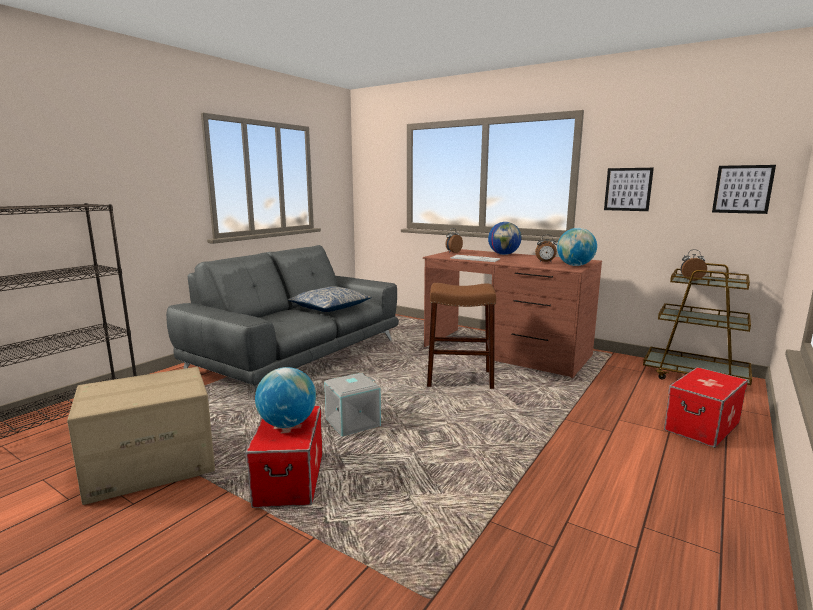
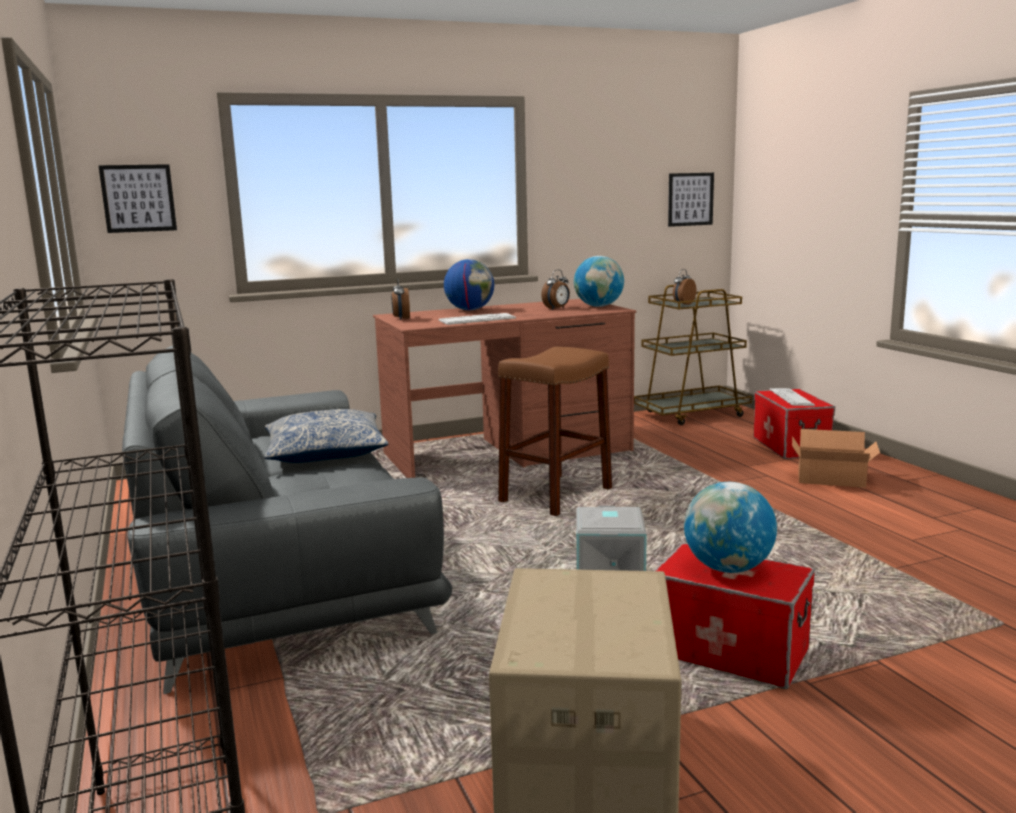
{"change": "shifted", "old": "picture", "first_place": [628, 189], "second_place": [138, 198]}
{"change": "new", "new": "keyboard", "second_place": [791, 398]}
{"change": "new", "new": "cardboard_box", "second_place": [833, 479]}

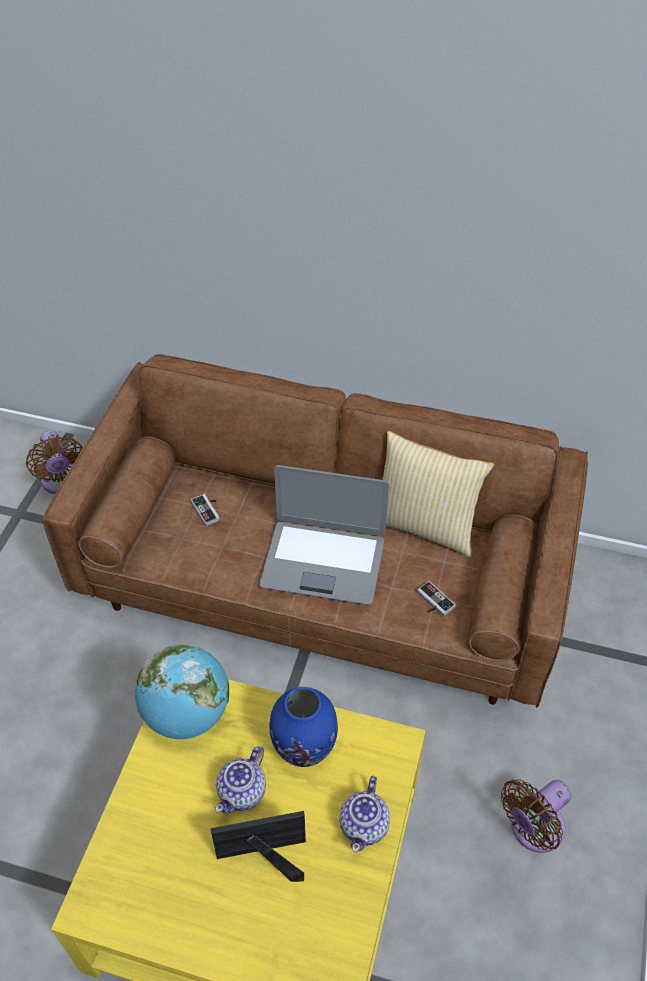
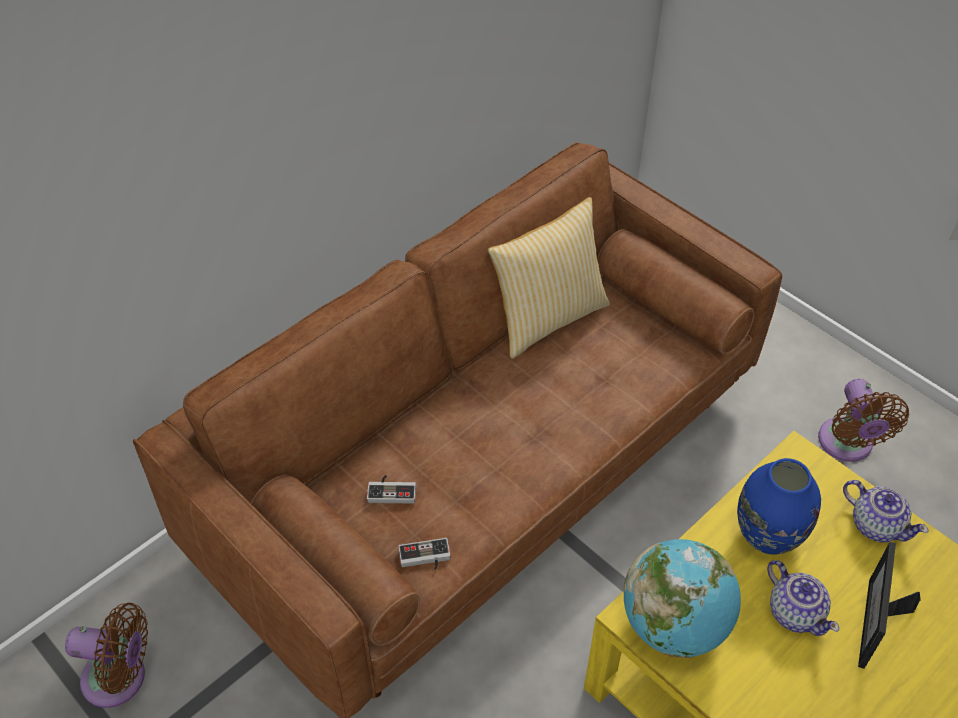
{"change": "gone", "old": "laptop", "first_place": [323, 562]}
{"change": "shifted", "old": "game_controller", "first_place": [432, 602], "second_place": [425, 559]}

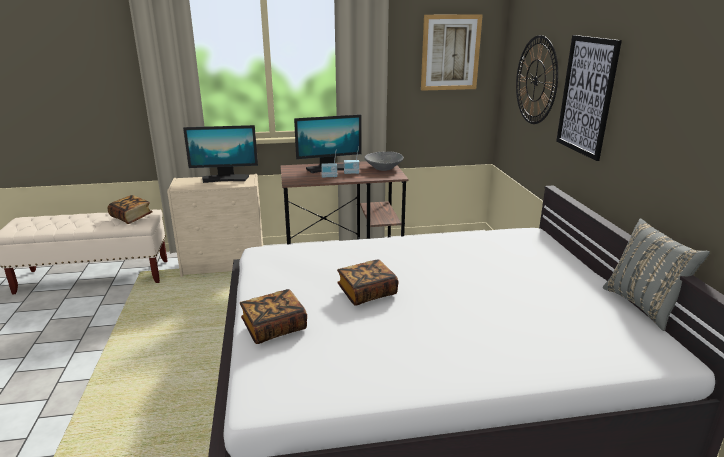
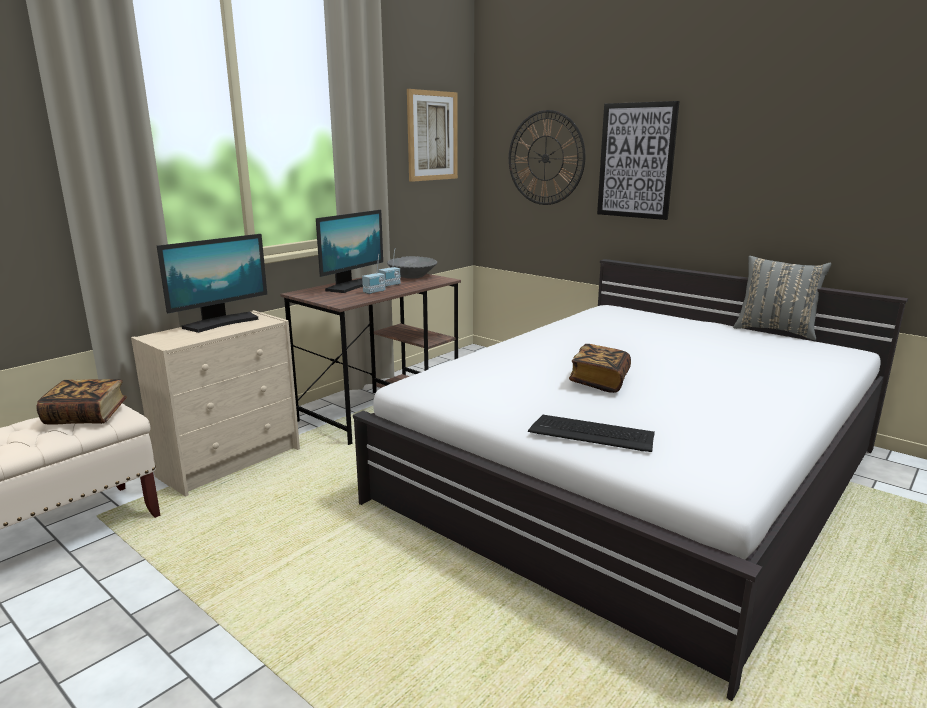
{"change": "swapped", "old": "book", "new": "keyboard", "first_place": [274, 328], "second_place": [592, 434]}

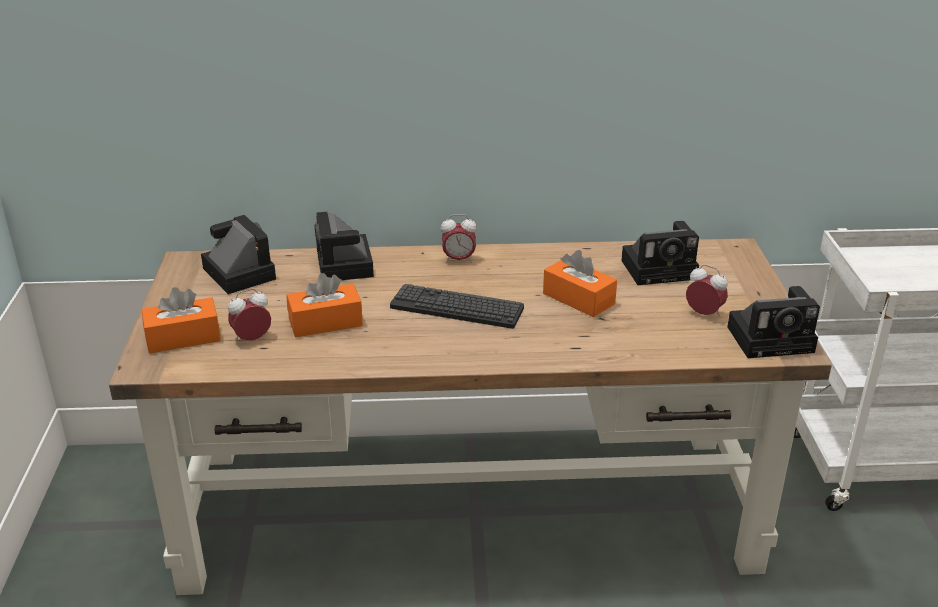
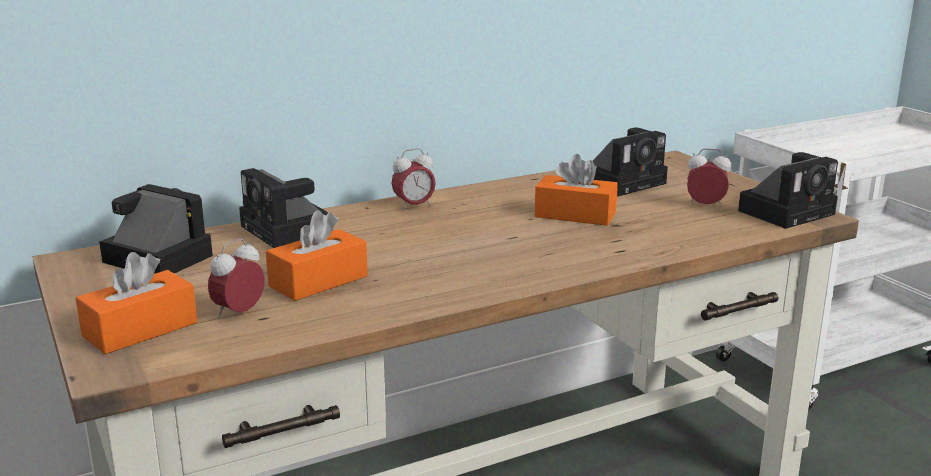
{"change": "gone", "old": "keyboard", "first_place": [456, 308]}

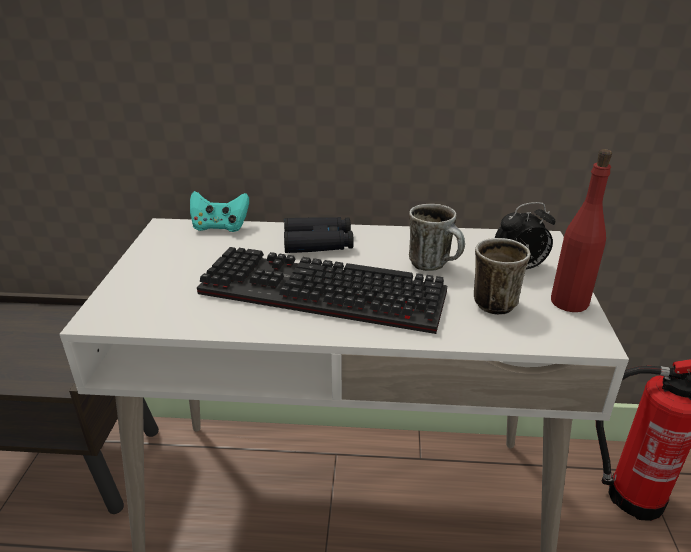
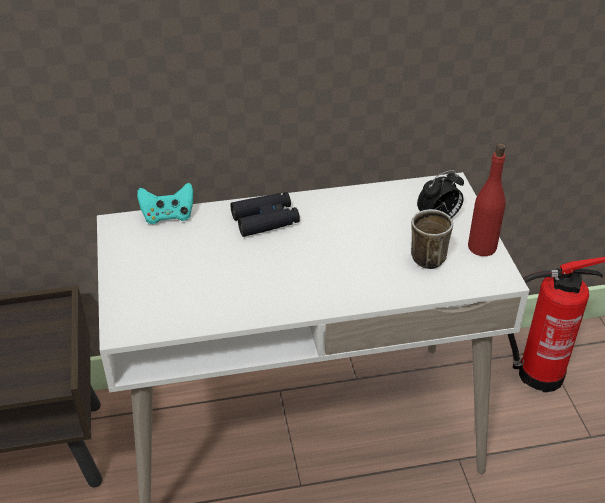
{"change": "gone", "old": "keyboard", "first_place": [316, 295]}
{"change": "gone", "old": "mug", "first_place": [435, 265]}

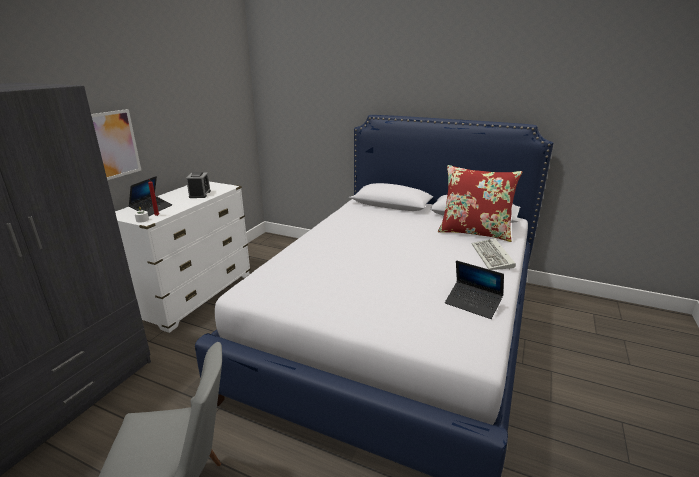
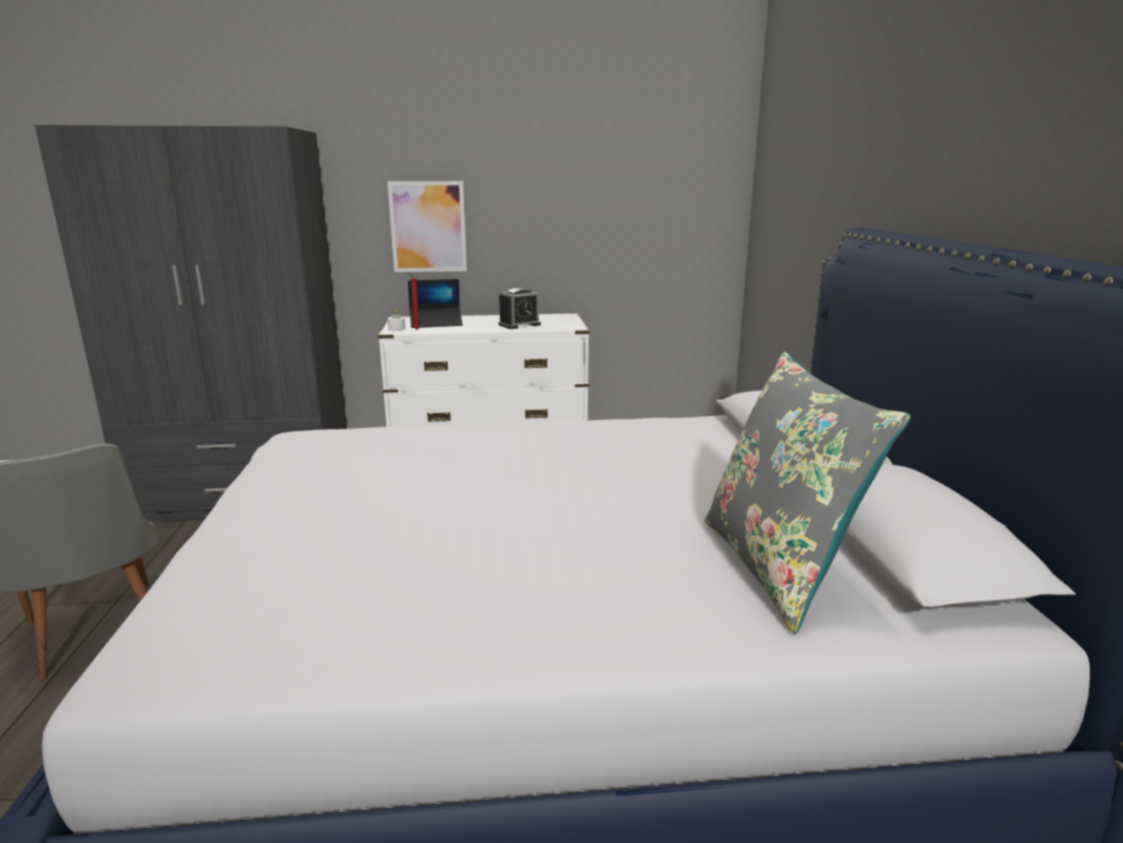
{"change": "repainted", "old": "red_pillow", "new": "grey_pillow", "first_place": [474, 232], "second_place": [778, 567]}
{"change": "gone", "old": "laptop", "first_place": [473, 304]}
{"change": "gone", "old": "keyboard", "first_place": [493, 257]}

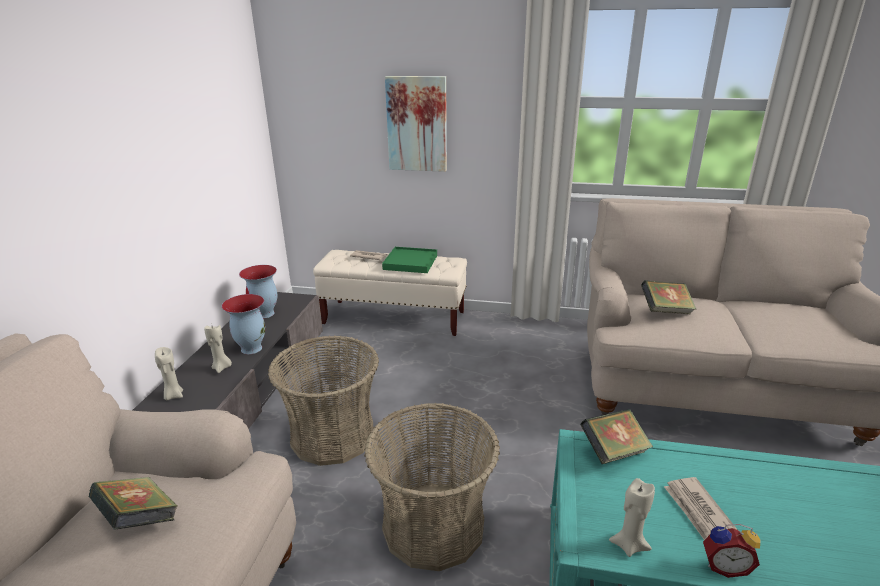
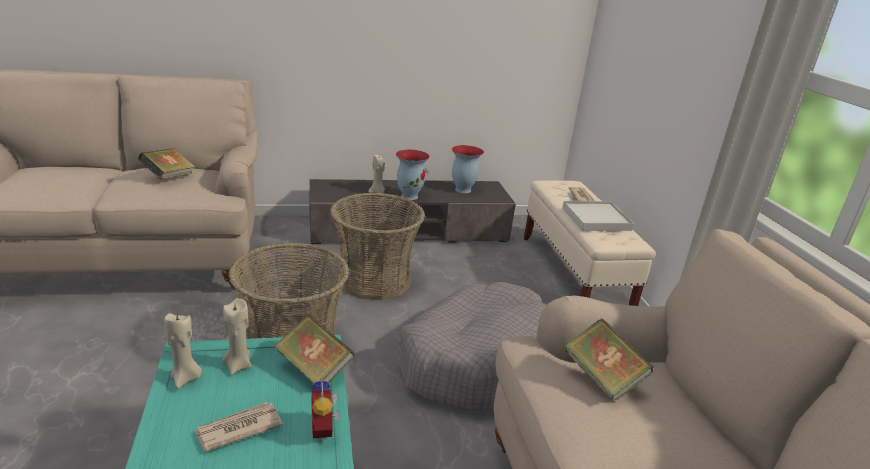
{"change": "shifted", "old": "beige_candle", "first_place": [173, 395], "second_place": [238, 365]}
{"change": "repainted", "old": "green_tray", "new": "white_tray", "first_place": [410, 262], "second_place": [596, 219]}
{"change": "gone", "old": "picture", "first_place": [417, 124]}
{"change": "shifted", "old": "alarm_clock", "first_place": [724, 566], "second_place": [325, 430]}
{"change": "new", "new": "grey_dog_bed", "second_place": [477, 360]}

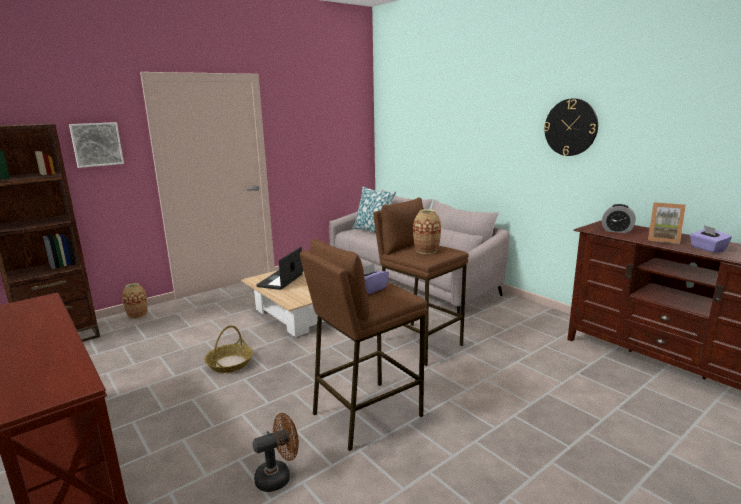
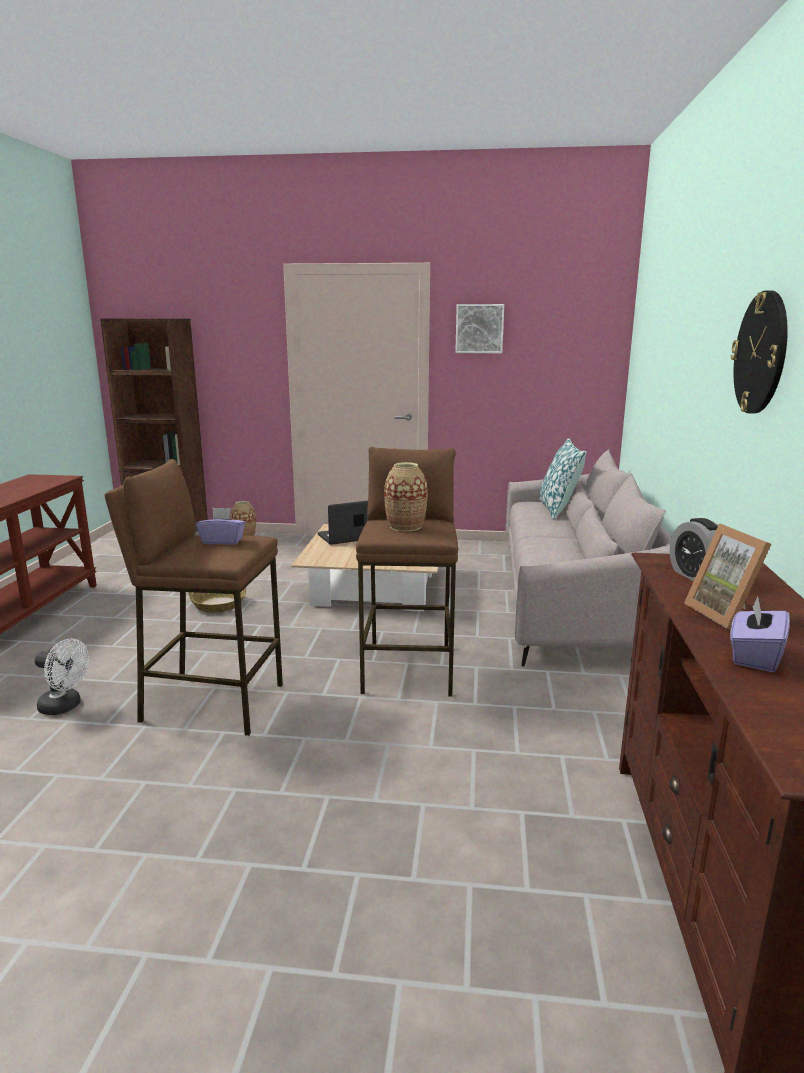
{"change": "shifted", "old": "picture", "first_place": [96, 144], "second_place": [479, 328]}
{"change": "repainted", "old": "brown_fan", "new": "white_fan", "first_place": [278, 476], "second_place": [65, 707]}

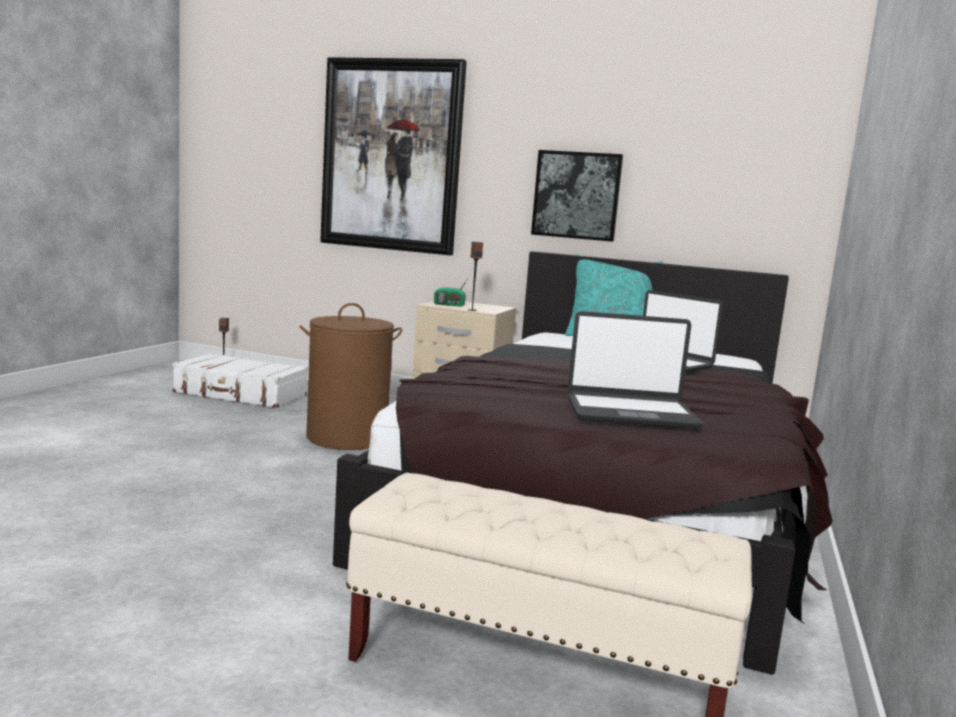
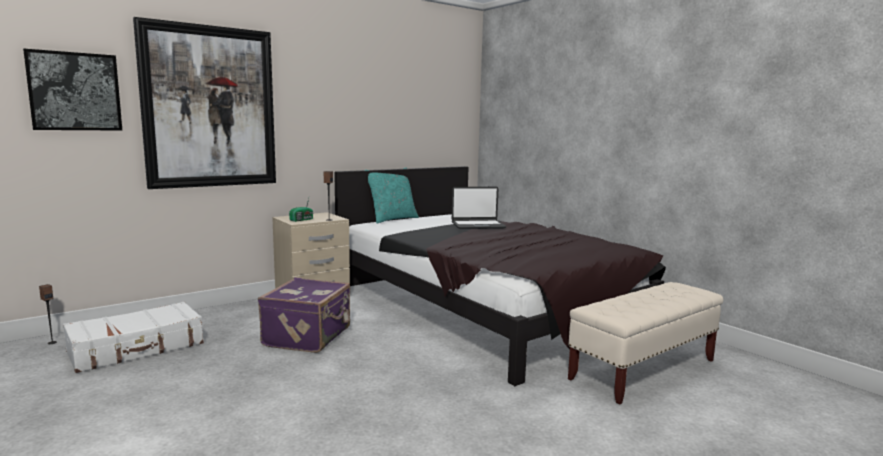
{"change": "swapped", "old": "brown_laundry_basket", "new": "purple_suitcase", "first_place": [347, 437], "second_place": [309, 337]}
{"change": "shifted", "old": "picture", "first_place": [576, 195], "second_place": [75, 91]}
{"change": "gone", "old": "laptop", "first_place": [630, 412]}

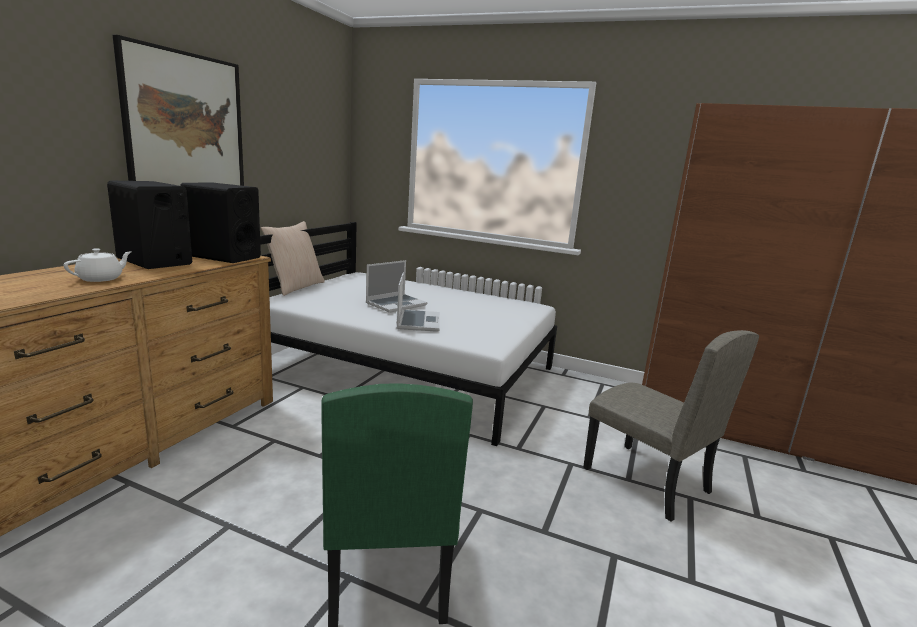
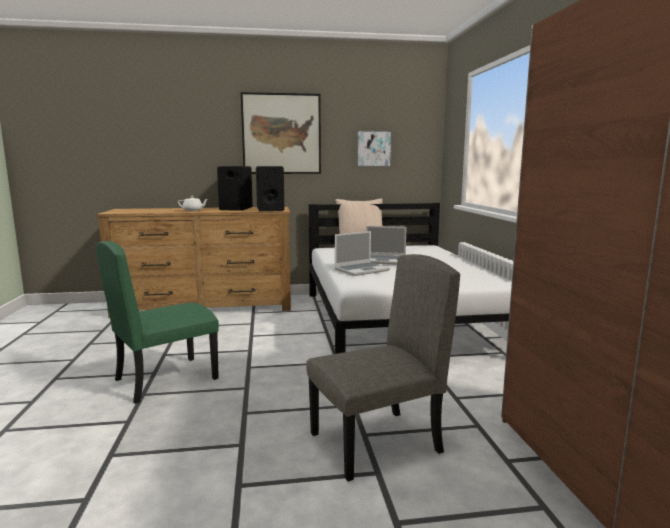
{"change": "rotated", "old": "beige_chair", "first_place": [645, 480], "second_place": [376, 443], "degrees": -135}
{"change": "new", "new": "picture", "second_place": [373, 148]}

